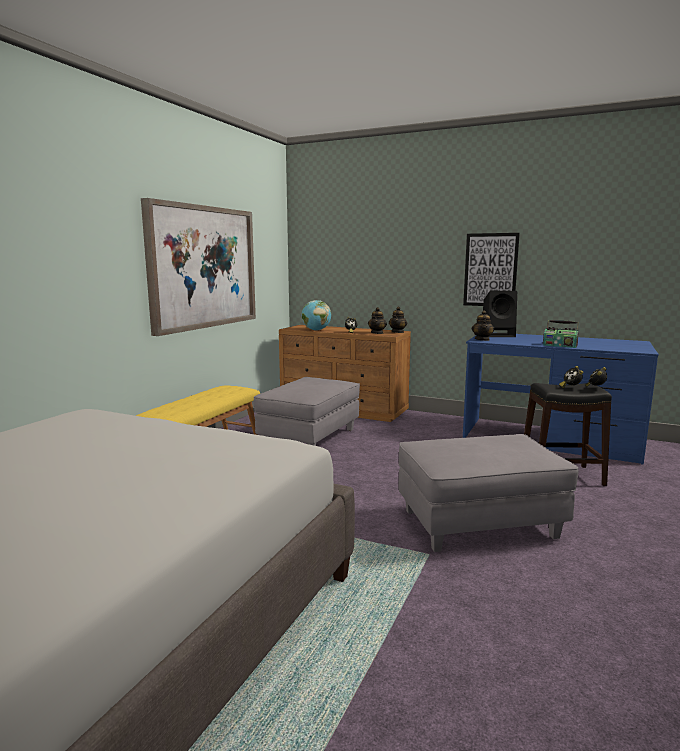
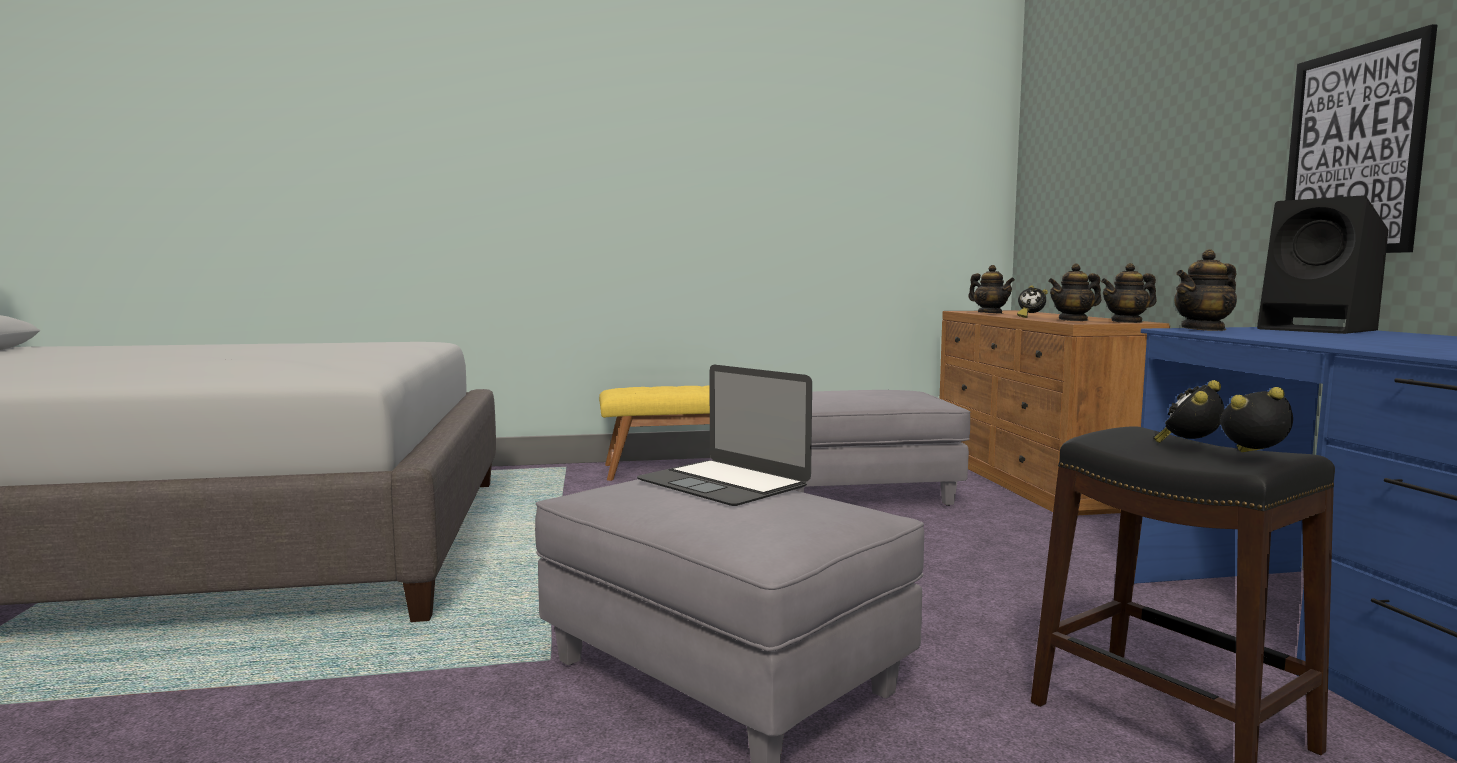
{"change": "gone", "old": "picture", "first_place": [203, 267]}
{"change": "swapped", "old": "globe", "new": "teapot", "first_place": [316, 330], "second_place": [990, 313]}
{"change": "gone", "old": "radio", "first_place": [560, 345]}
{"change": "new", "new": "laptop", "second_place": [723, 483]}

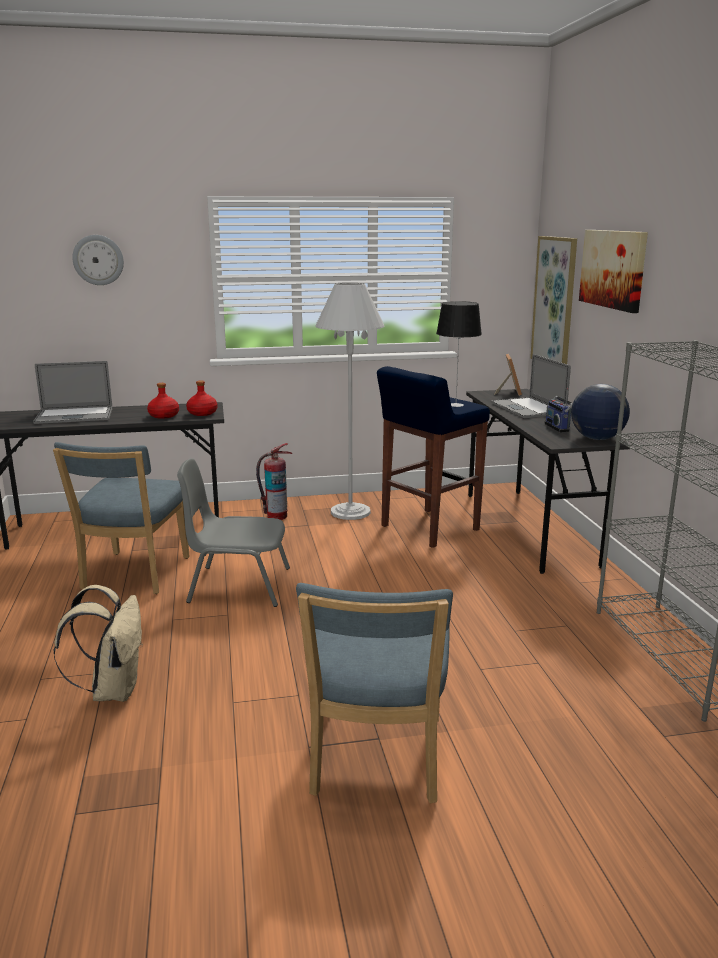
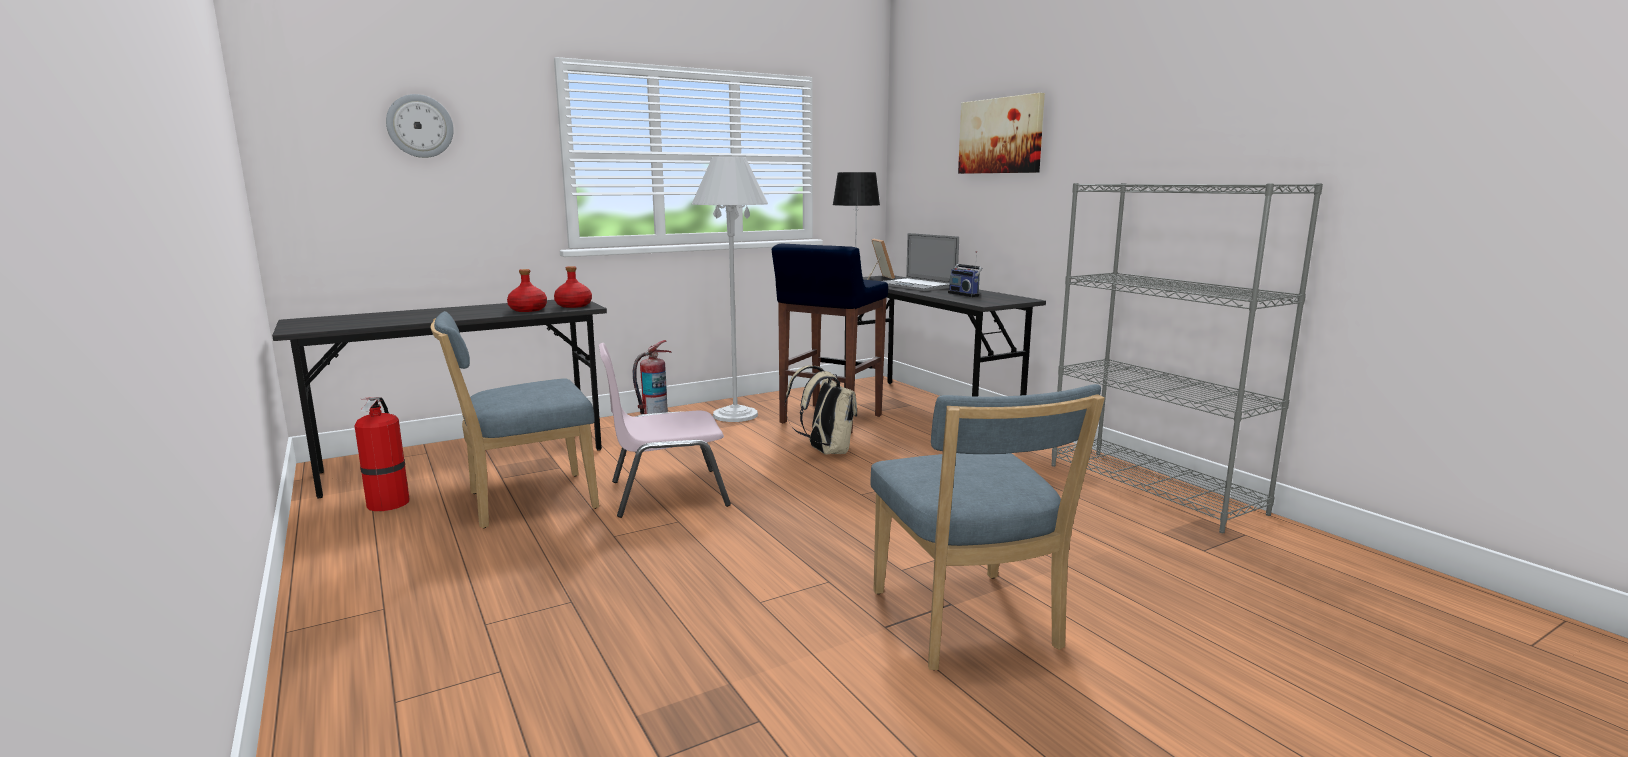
{"change": "gone", "old": "laptop", "first_place": [74, 416]}
{"change": "rotated", "old": "blue_chair", "first_place": [133, 575], "second_place": [525, 501], "degrees": 75}
{"change": "shifted", "old": "beige_backpack", "first_place": [113, 690], "second_place": [825, 451]}
{"change": "repainted", "old": "grey_chair", "new": "pink_chair", "first_place": [238, 585], "second_place": [666, 493]}
{"change": "gone", "old": "picture", "first_place": [554, 302]}
{"change": "gone", "old": "globe", "first_place": [596, 439]}
{"change": "new", "new": "fire_extinguisher", "second_place": [389, 502]}

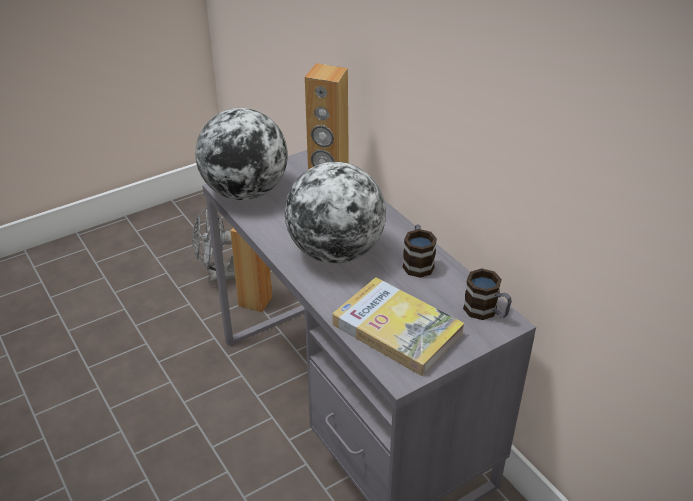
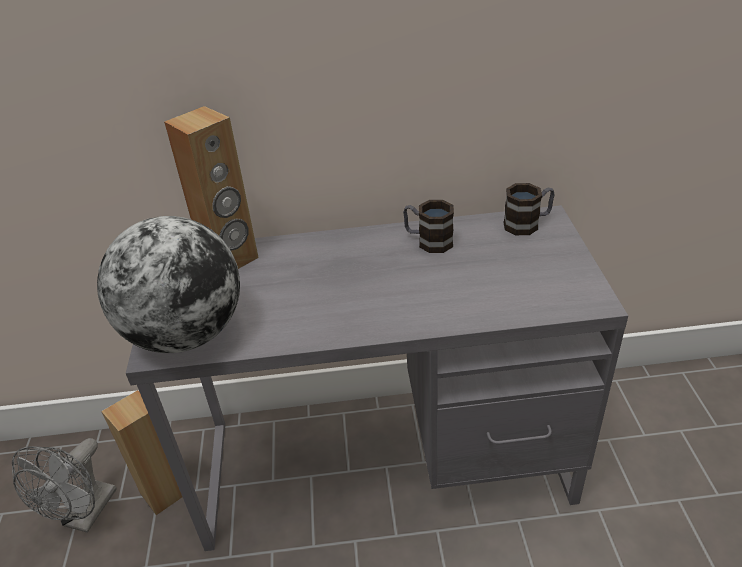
{"change": "gone", "old": "globe", "first_place": [336, 252]}
{"change": "gone", "old": "book", "first_place": [397, 329]}

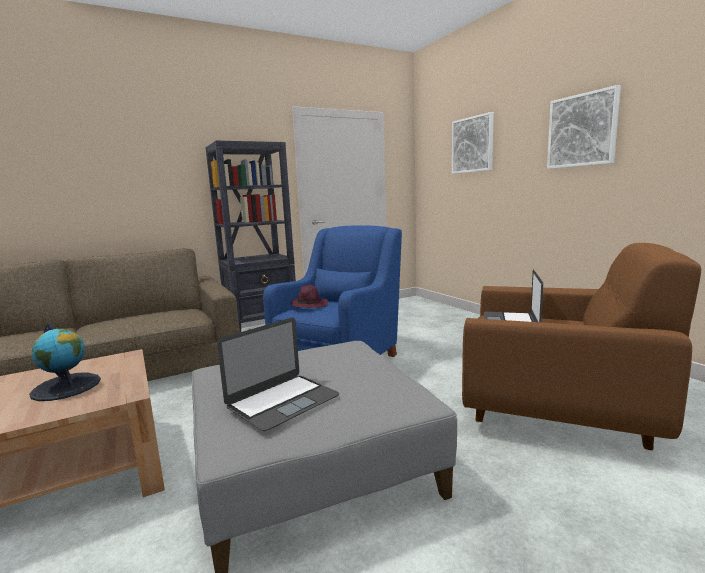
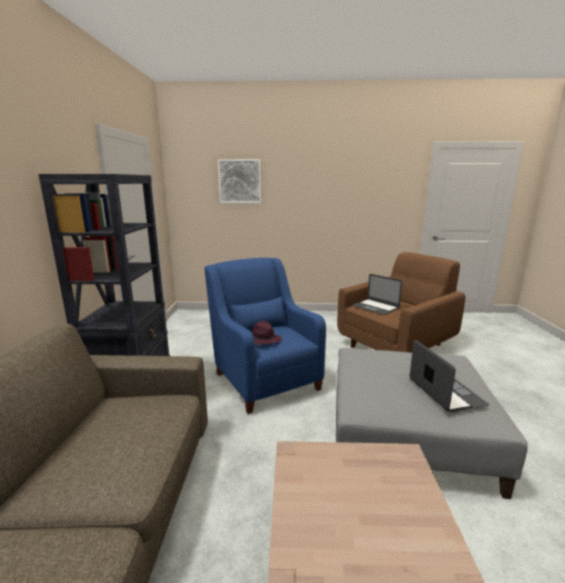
{"change": "gone", "old": "globe", "first_place": [66, 386]}
{"change": "gone", "old": "picture", "first_place": [582, 130]}

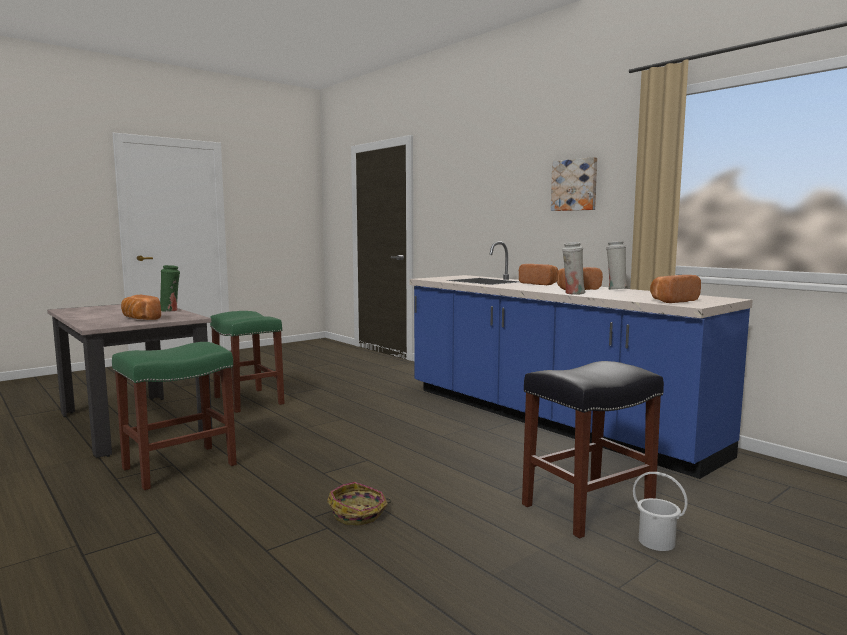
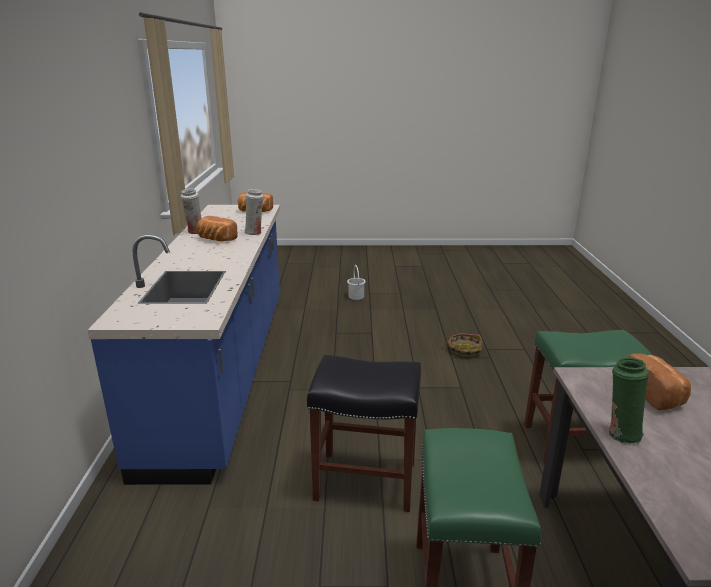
{"change": "gone", "old": "bread", "first_place": [540, 284]}
{"change": "shifted", "old": "black_stool", "first_place": [587, 508], "second_place": [367, 480]}
{"change": "gone", "old": "picture", "first_place": [575, 185]}

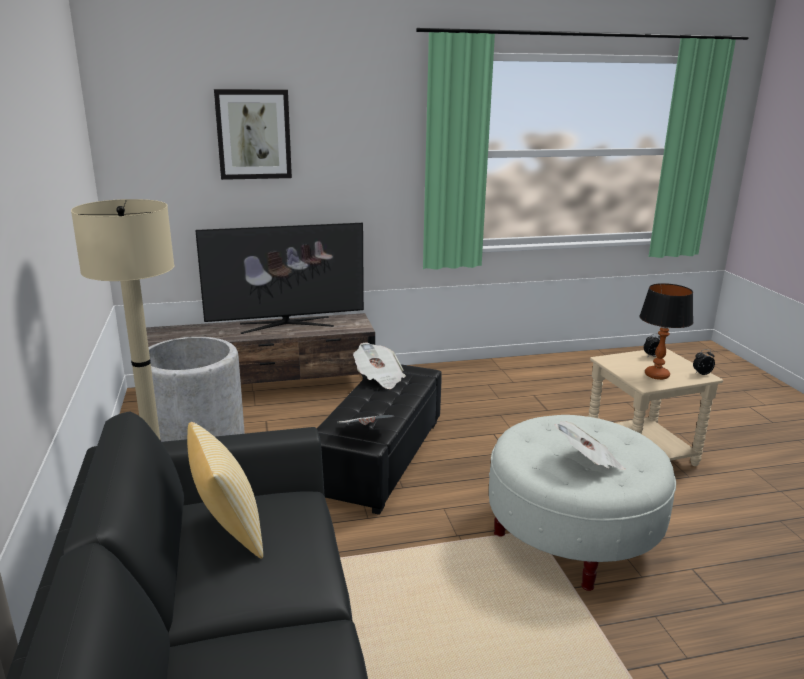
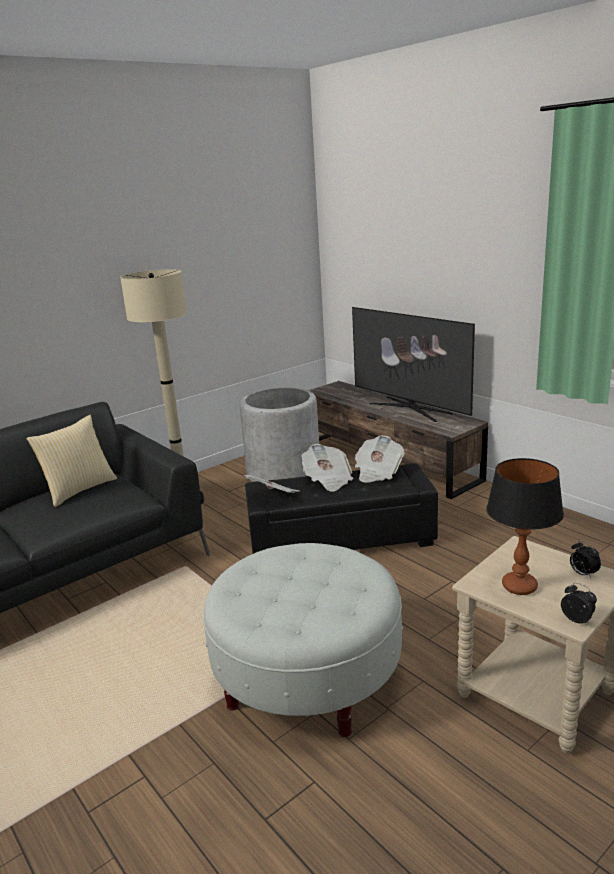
{"change": "gone", "old": "picture", "first_place": [253, 134]}
{"change": "shifted", "old": "newspaper", "first_place": [588, 462], "second_place": [328, 480]}

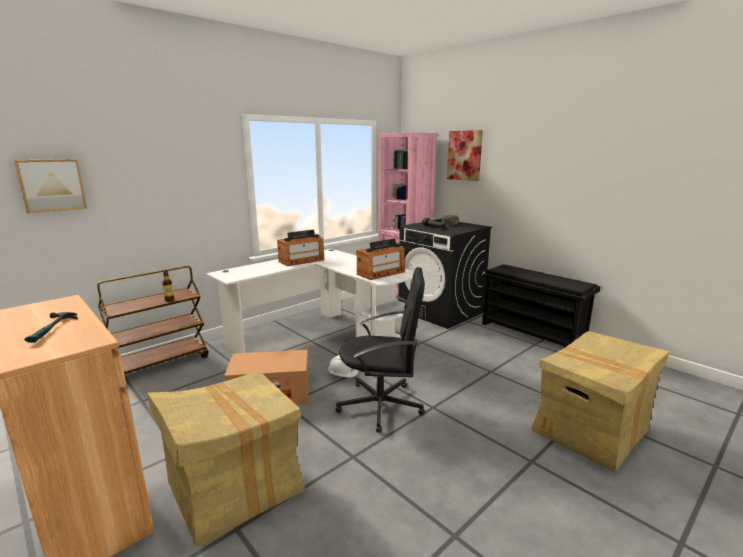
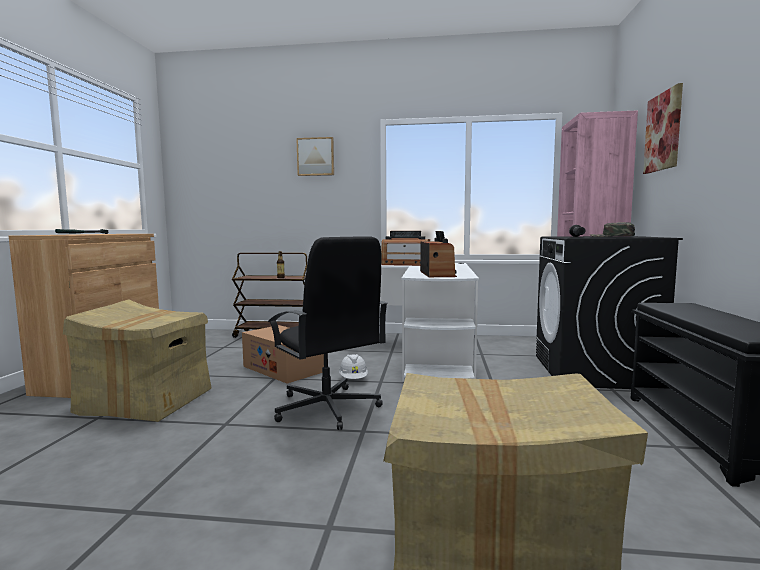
{"change": "shifted", "old": "picture", "first_place": [51, 185], "second_place": [316, 157]}
{"change": "rotated", "old": "radio", "first_place": [381, 273], "second_place": [437, 274], "degrees": -105}

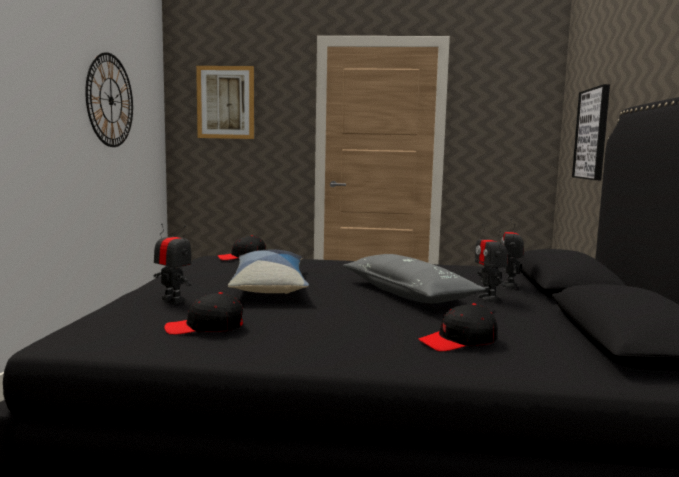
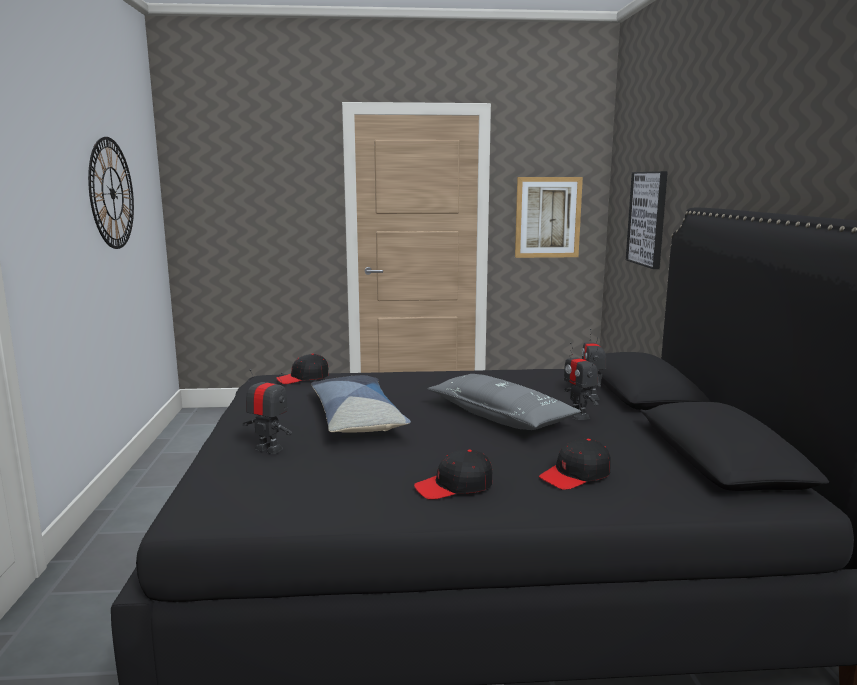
{"change": "shifted", "old": "black_cap", "first_place": [205, 328], "second_place": [454, 486]}
{"change": "shifted", "old": "picture", "first_place": [225, 102], "second_place": [548, 217]}

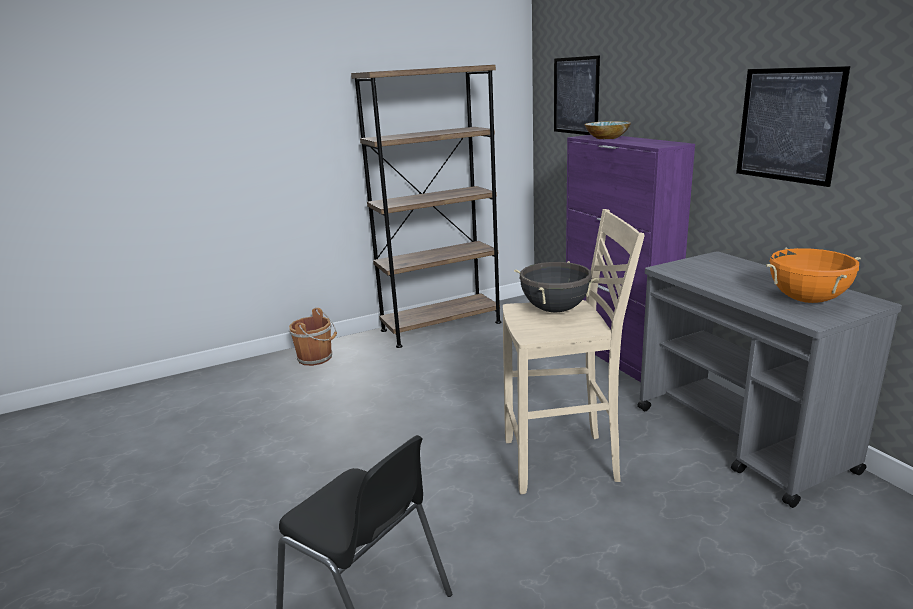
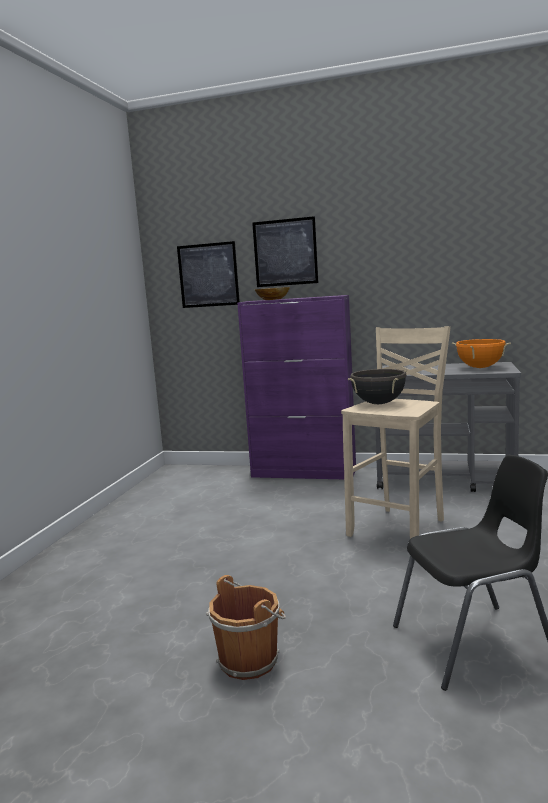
{"change": "shifted", "old": "brown_bucket", "first_place": [317, 358], "second_place": [250, 659]}
{"change": "gone", "old": "brown_bookcase", "first_place": [441, 326]}
{"change": "shifted", "old": "picture", "first_place": [788, 125], "second_place": [285, 252]}

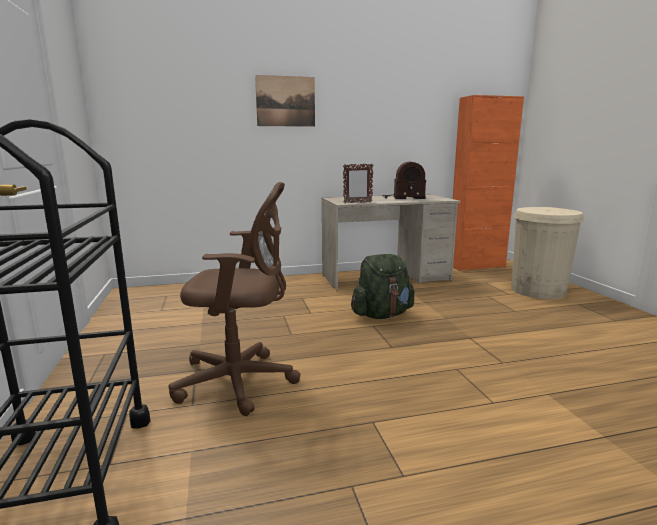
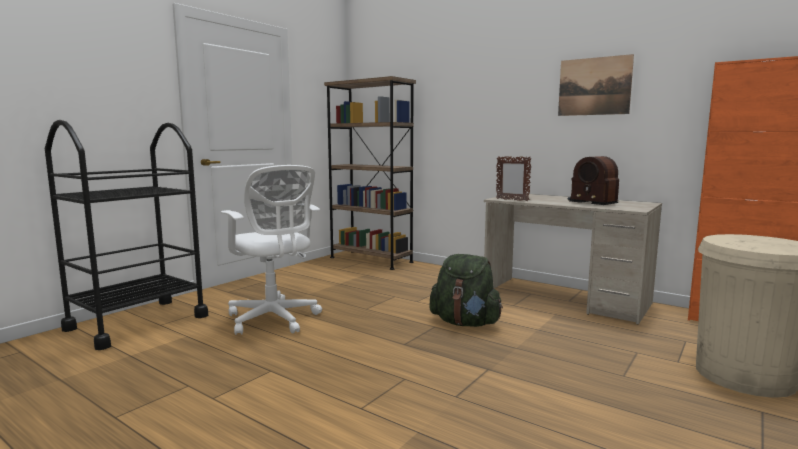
{"change": "repainted", "old": "brown_office_chair", "new": "white_office_chair", "first_place": [241, 382], "second_place": [274, 320]}
{"change": "shifted", "old": "picture", "first_place": [285, 101], "second_place": [594, 86]}
{"change": "new", "new": "brown_bookcase", "second_place": [371, 260]}

